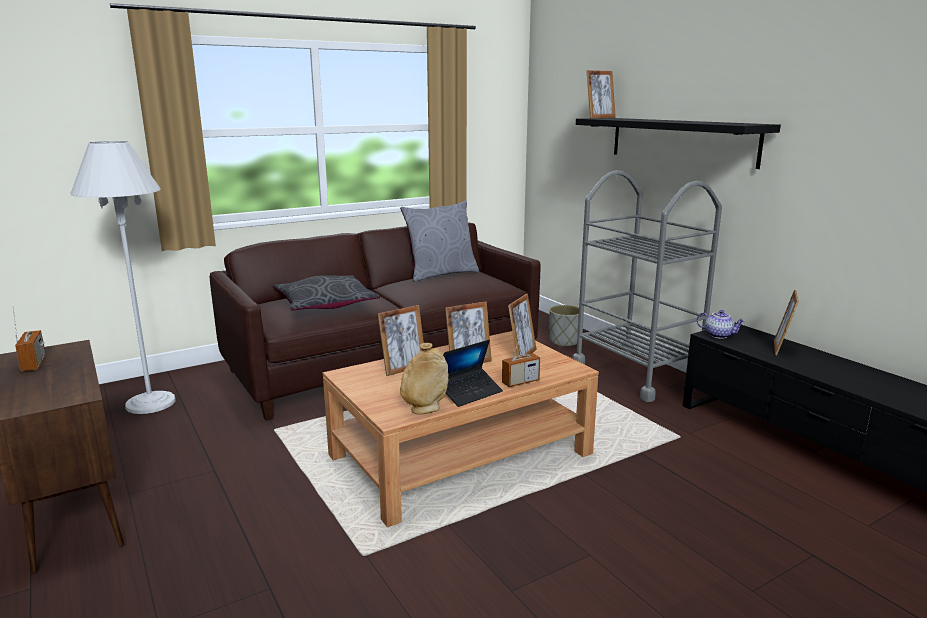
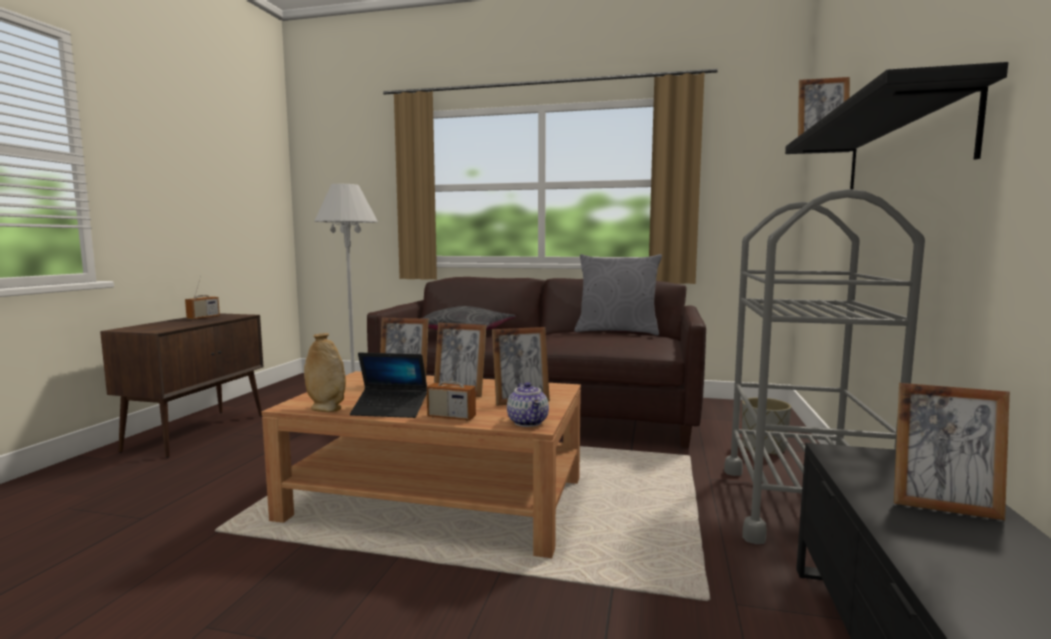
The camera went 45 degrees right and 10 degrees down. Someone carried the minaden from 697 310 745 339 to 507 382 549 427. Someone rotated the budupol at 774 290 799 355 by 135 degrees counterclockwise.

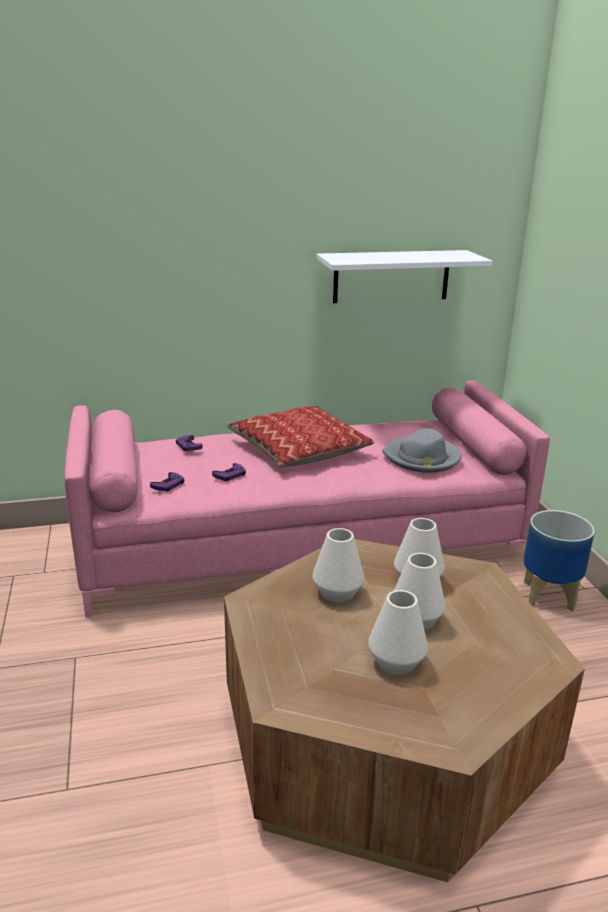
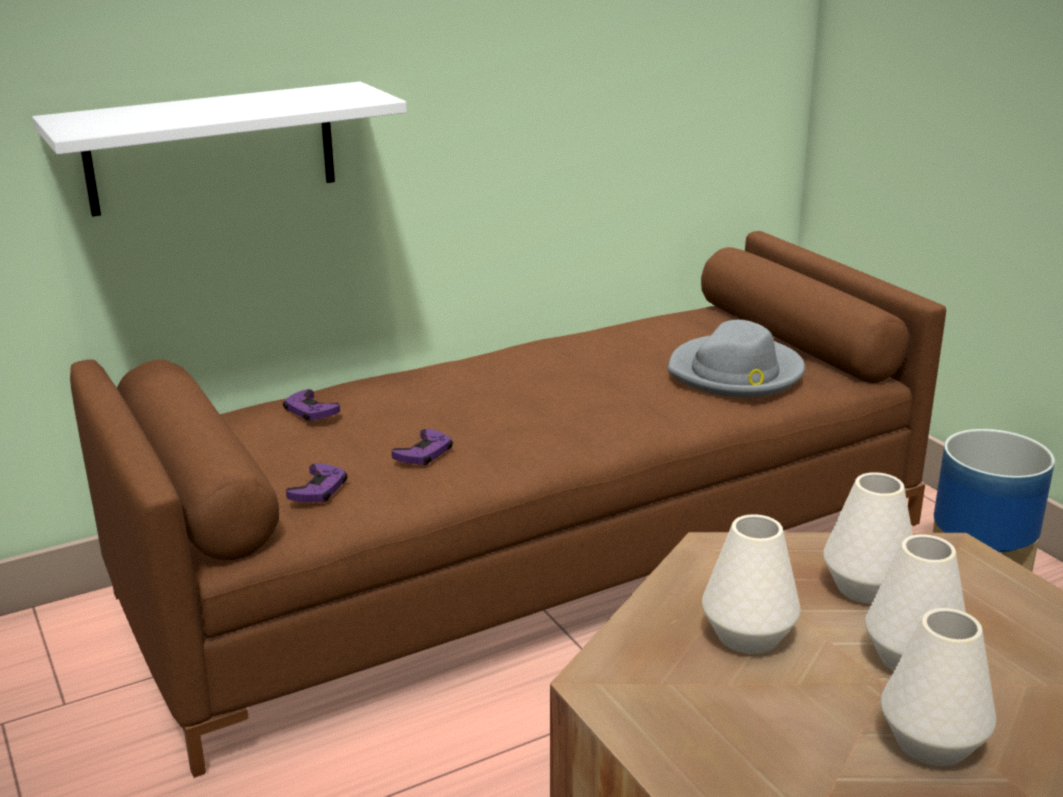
The camera went 15 degrees left and 0 degrees up. Someone took away the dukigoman at 227 406 374 467. Someone carried the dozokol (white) from 316 250 493 303 to 32 82 407 217. Someone repainted the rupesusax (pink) at 64 380 550 618, which became the rupesusax (brown) at 70 231 946 778.

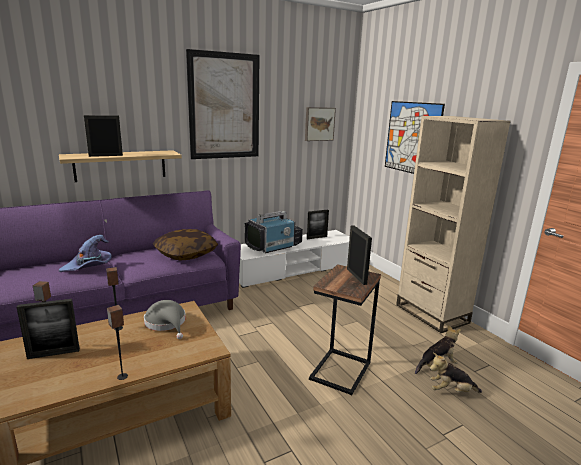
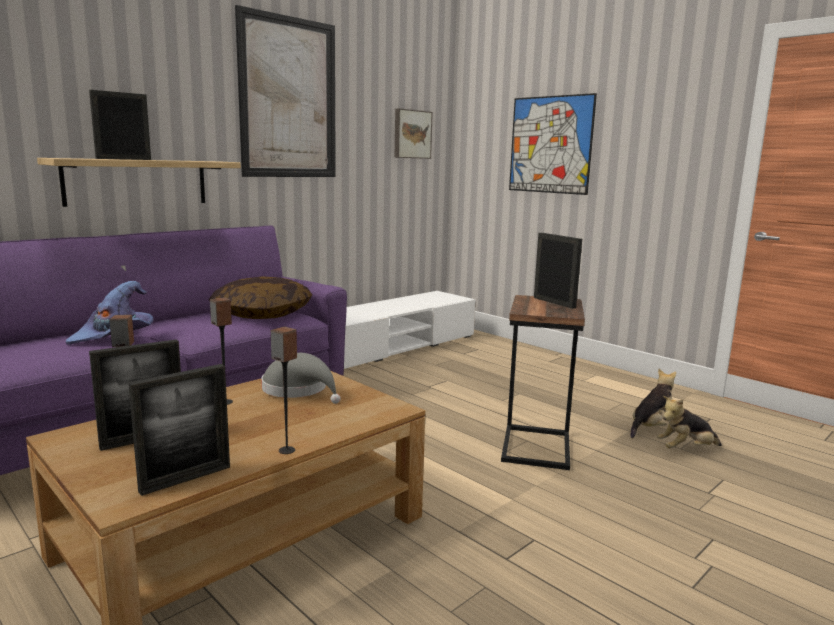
The camera went 15 degrees left and 5 degrees down. Someone took away the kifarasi at 245 211 303 253. Someone took away the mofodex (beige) at 396 116 511 333. Someone carried the budupol from 307 210 329 239 to 128 364 230 496.

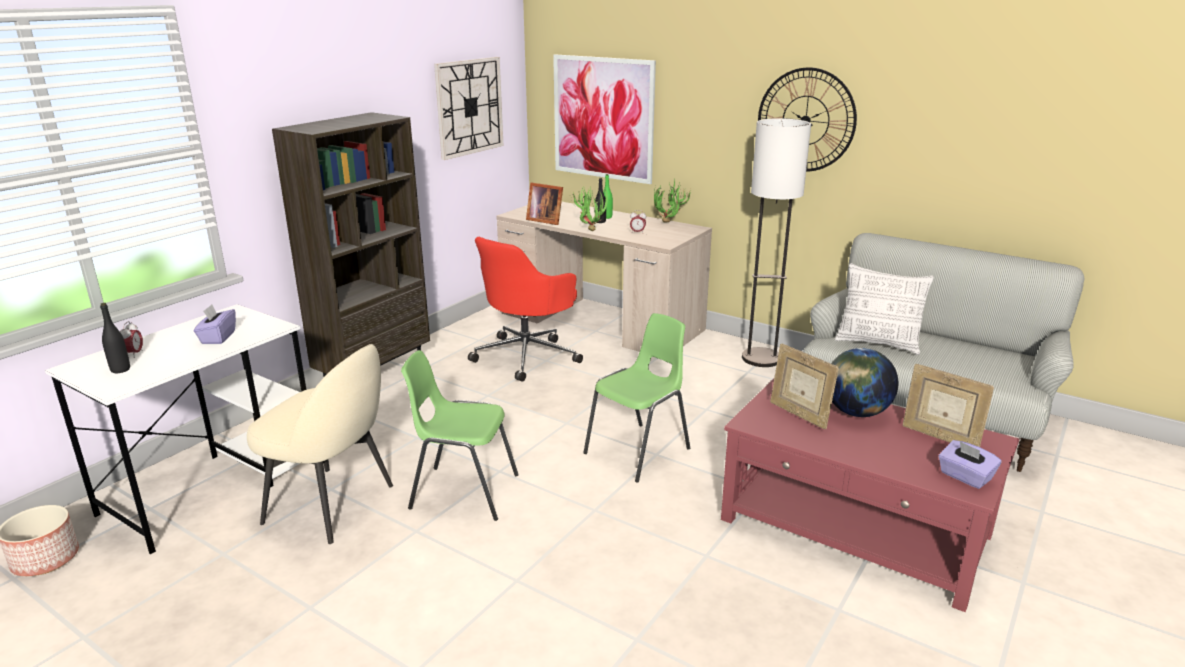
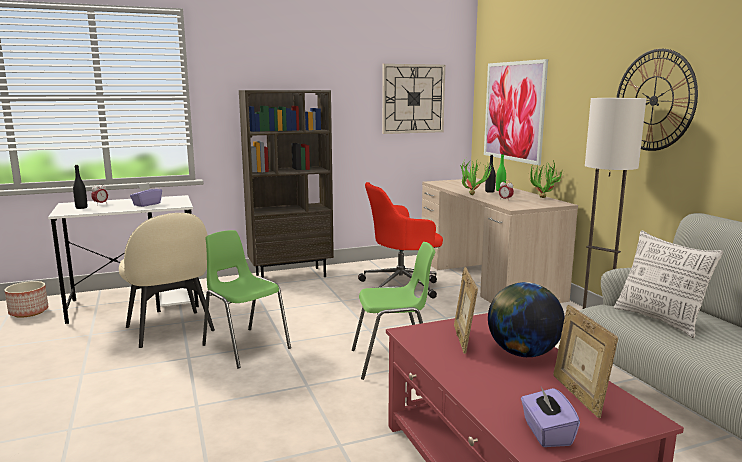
The camera went 35 degrees right and 10 degrees down. Someone took away the budupol at 526 182 563 225.

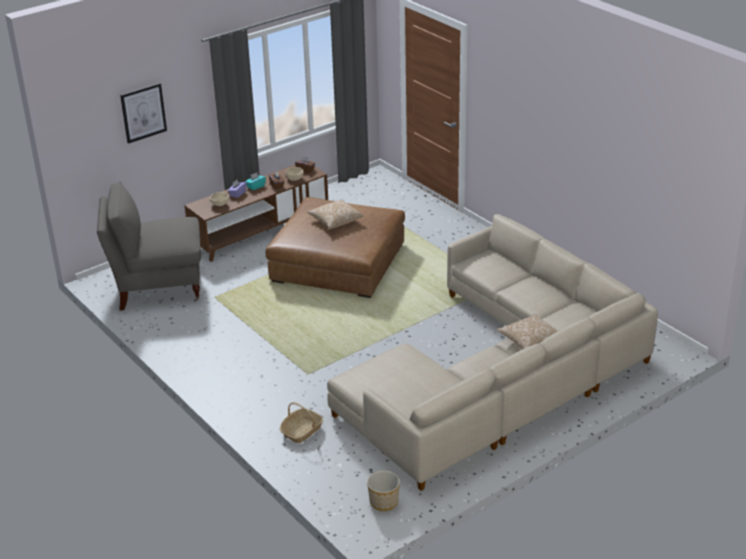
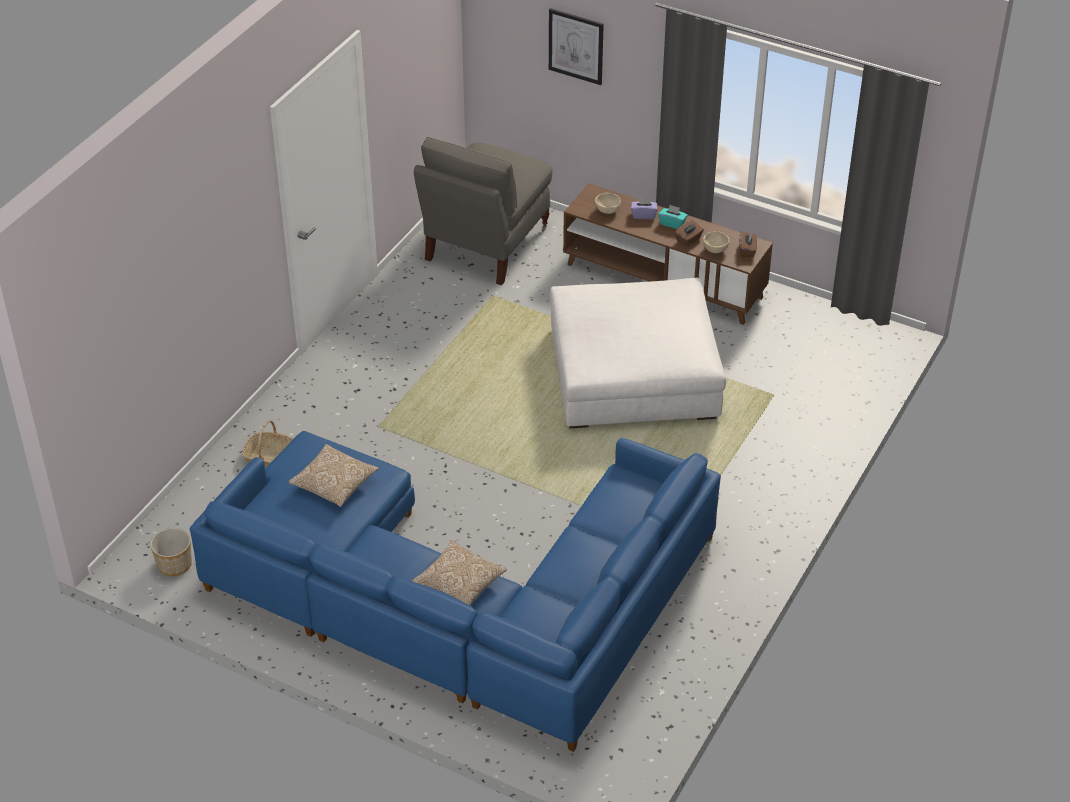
The camera went 65 degrees right and 10 degrees up. Someone carried the dukigoman from 307 200 363 229 to 288 444 379 507. Someone repainted the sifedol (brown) at 265 197 405 298, which became the sifedol (white) at 550 278 726 428. Someone repainted the rupesusax (beige) at 327 214 658 491, which became the rupesusax (blue) at 190 431 721 752. Someone rotated the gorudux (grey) at 97 181 202 311 by 120 degrees counterclockwise.

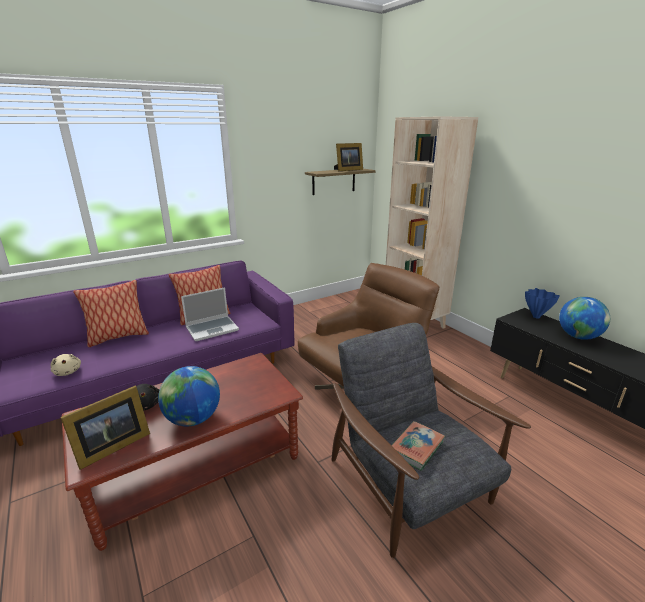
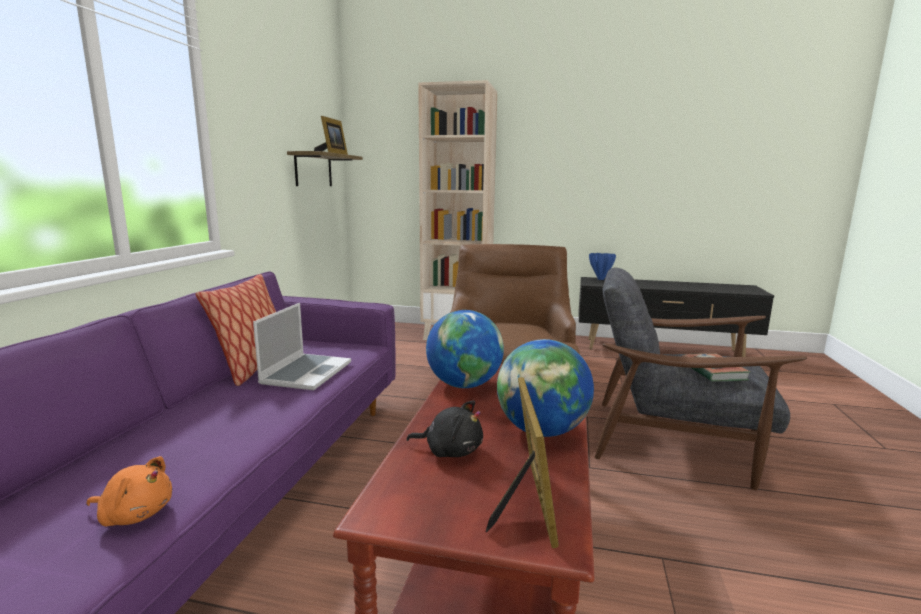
The camera went 45 degrees left and 10 degrees down. Someone took away the dukigoman at 73 280 149 347. Someone carried the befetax from 559 297 610 340 to 426 310 504 388. Someone repainted the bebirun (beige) at 50 354 81 376, which became the bebirun (orange) at 87 456 172 527.

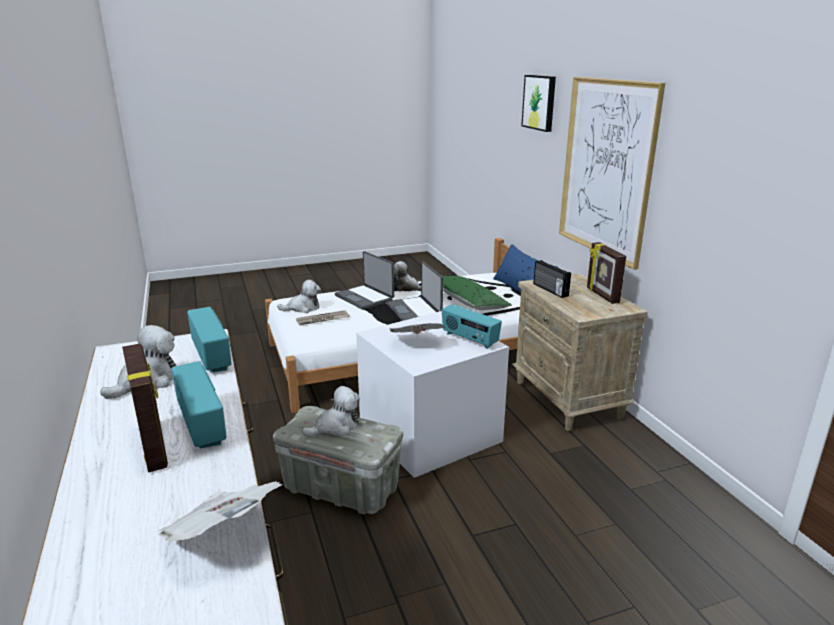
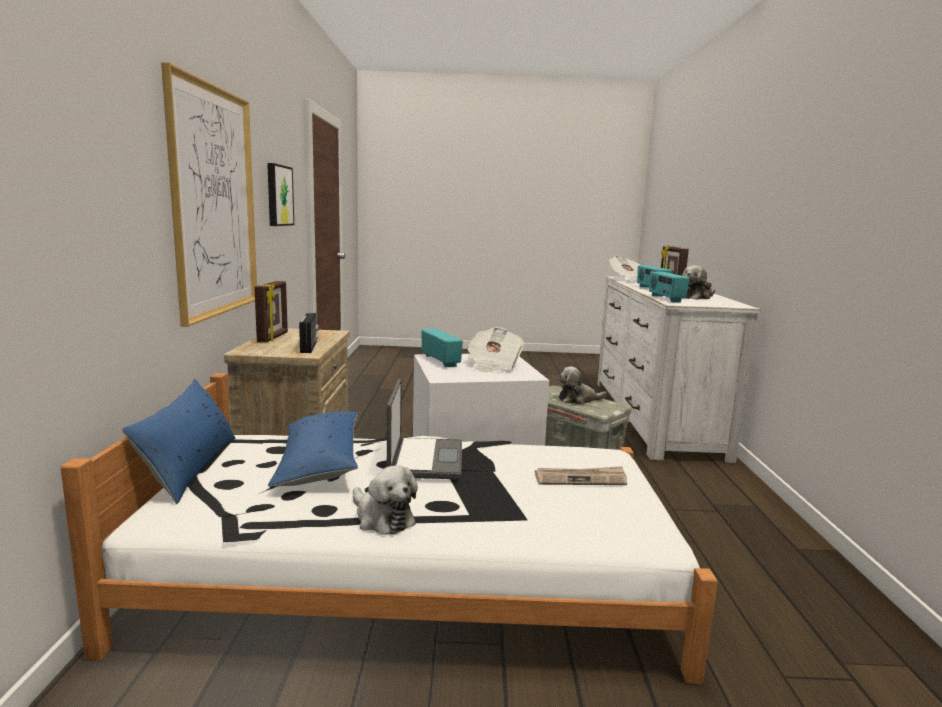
The camera went 160 degrees left and 10 degrees down. Someone took away the bebirun at 277 280 321 313. Someone took away the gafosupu at 335 251 394 310. Someone carried the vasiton from 521 75 556 132 to 267 163 294 226. Someone repainted the dukigoman (green) at 442 276 512 310, which became the dukigoman (blue) at 268 411 358 487.

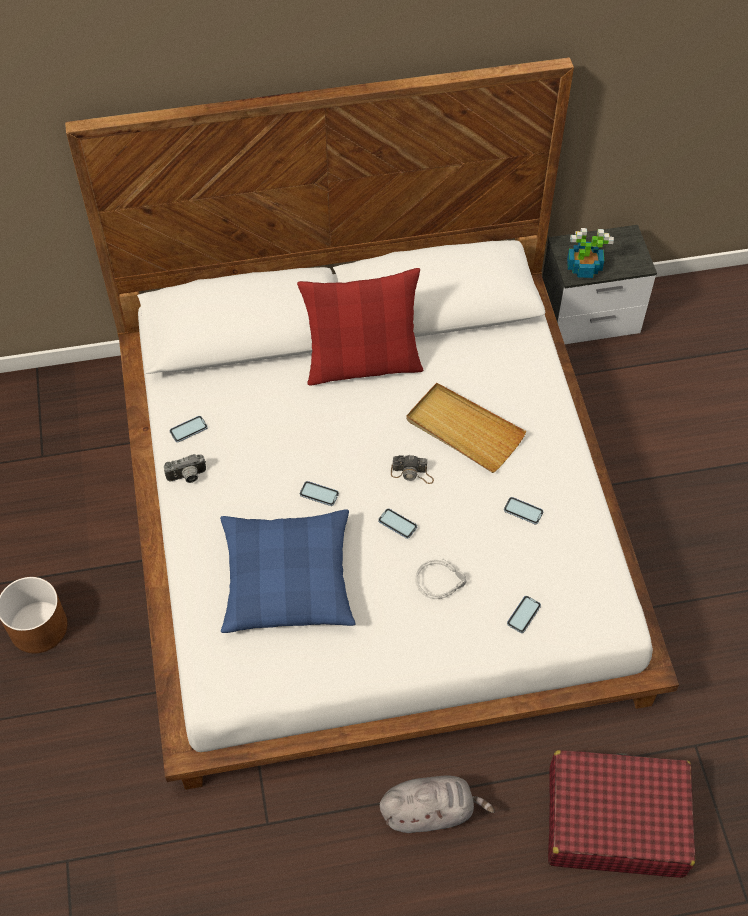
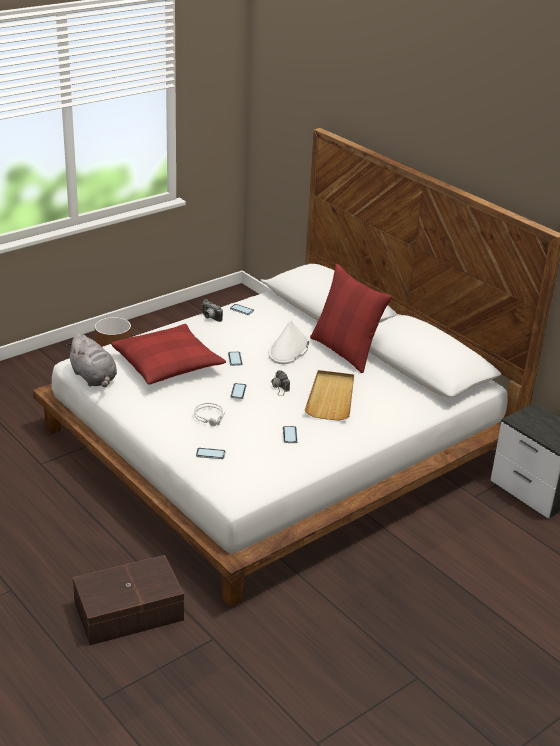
The camera went 60 degrees right and 25 degrees down. Someone took away the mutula at 567 228 614 278. Someone put down the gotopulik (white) at 269 320 309 364. Someone carried the bebirun (grey) from 380 776 495 833 to 66 333 117 387. Someone swapped the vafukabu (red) at 548 750 695 878 for the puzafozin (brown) at 73 555 184 645. Someone repainted the dukigoman (blue) at 220 509 356 633, which became the dukigoman (red) at 111 324 226 385.

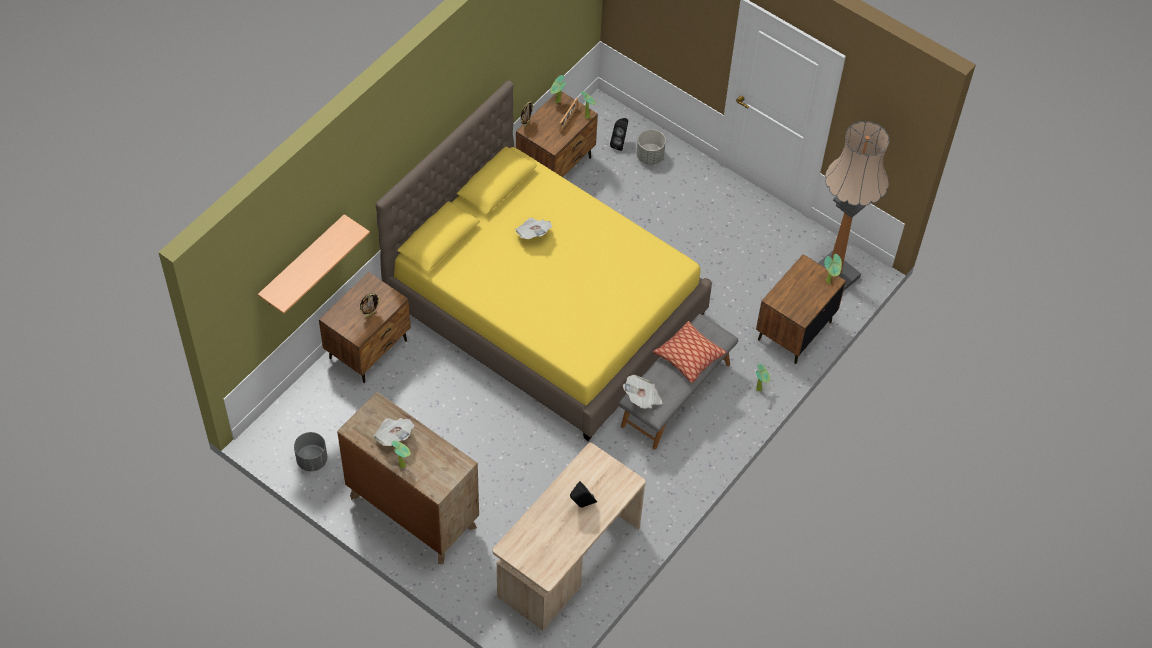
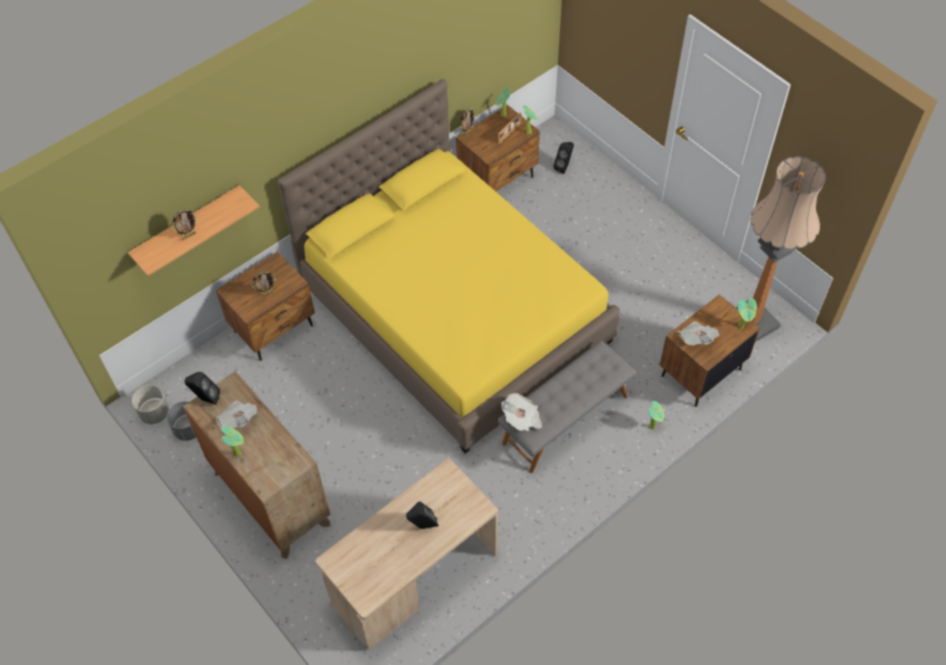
The camera went 15 degrees right and 0 degrees up. Someone took away the dukigoman at 653 321 727 383. Someone put down the budupol at 172 209 197 240. Someone put down the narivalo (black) at 185 372 220 405. Someone carried the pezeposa from 515 218 552 239 to 678 322 719 345. Someone carried the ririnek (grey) from 637 129 666 165 to 132 385 169 424.

